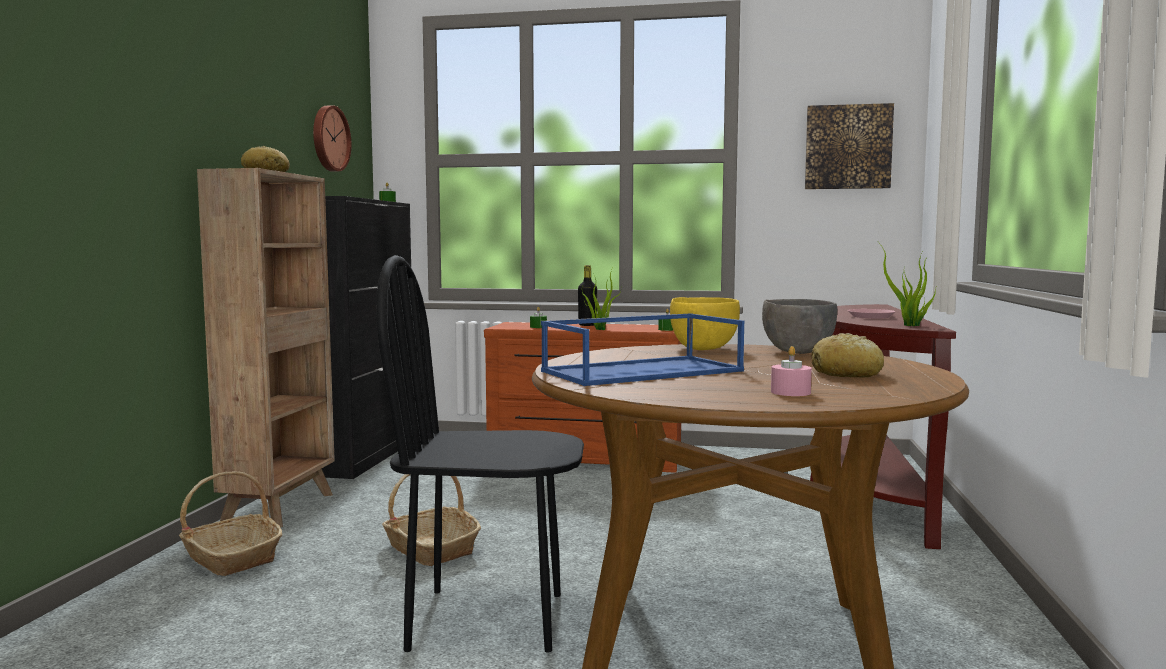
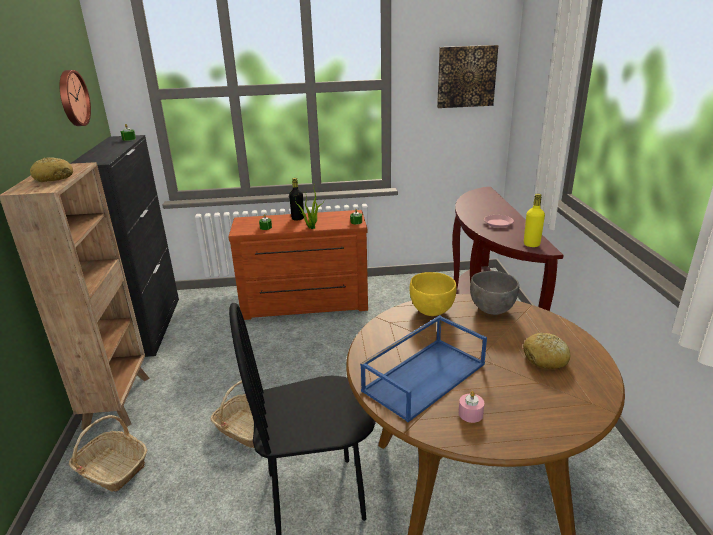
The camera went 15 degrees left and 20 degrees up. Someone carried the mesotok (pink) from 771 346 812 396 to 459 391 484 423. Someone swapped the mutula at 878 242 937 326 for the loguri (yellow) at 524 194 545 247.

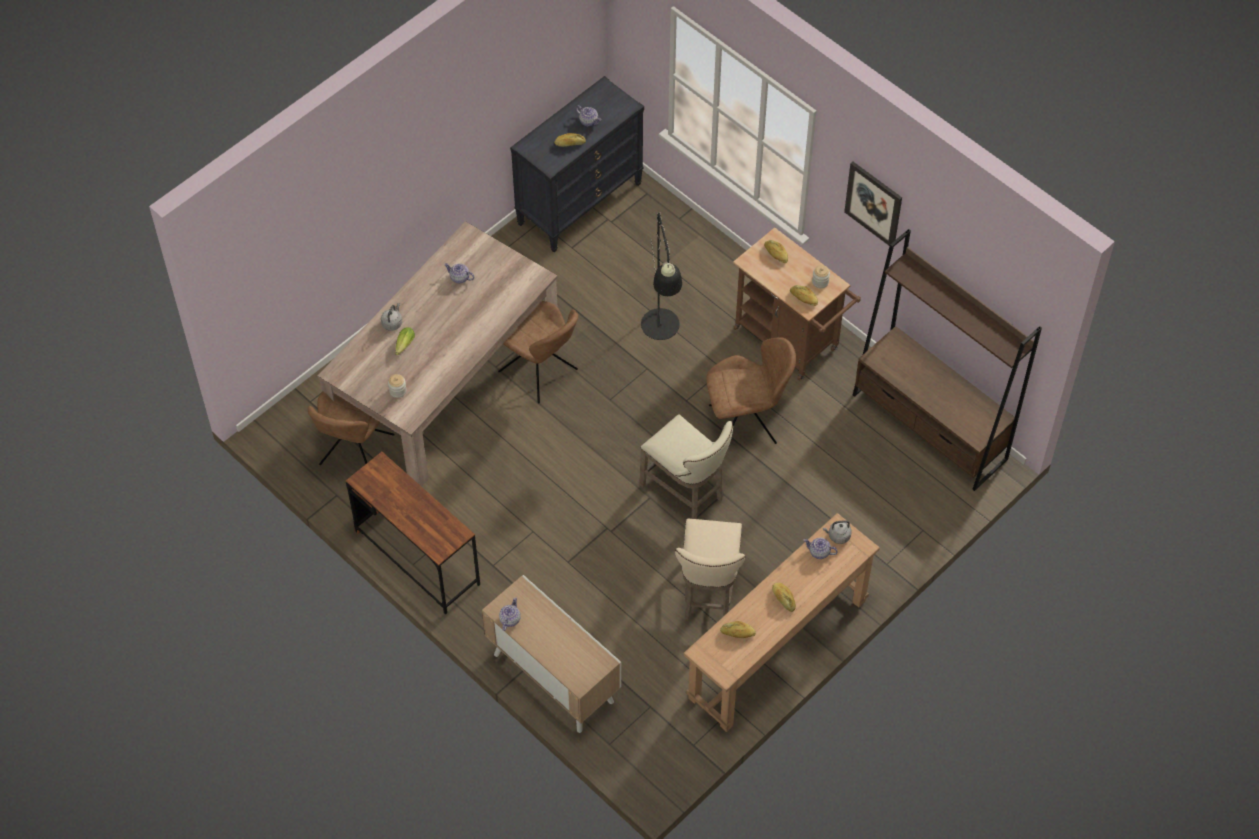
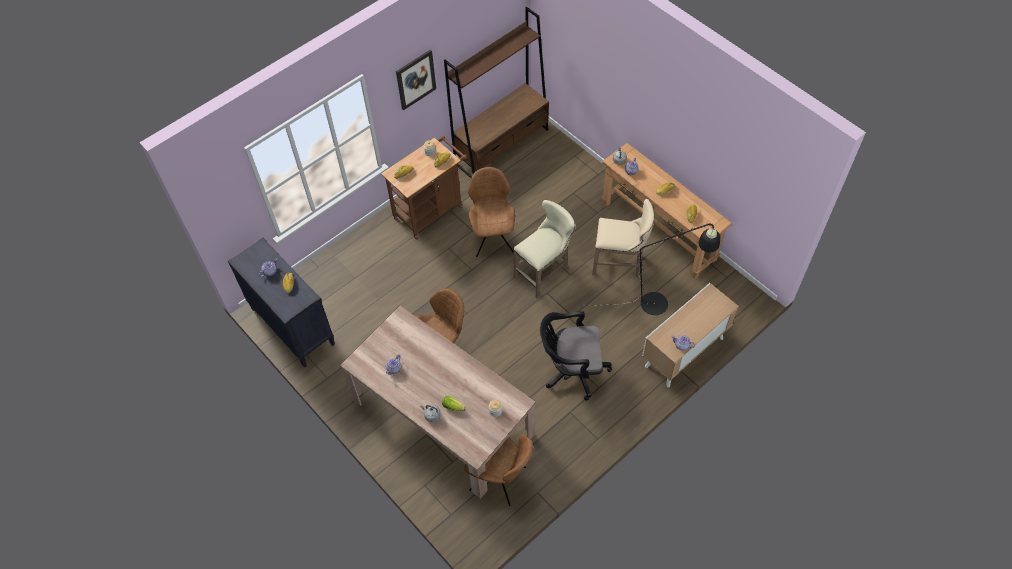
The camera went 85 degrees left and 0 degrees up. Someone took away the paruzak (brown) at 346 452 480 614. Someone put down the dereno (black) at 540 311 612 400. Someone carried the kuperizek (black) from 641 212 682 340 to 586 223 720 315.

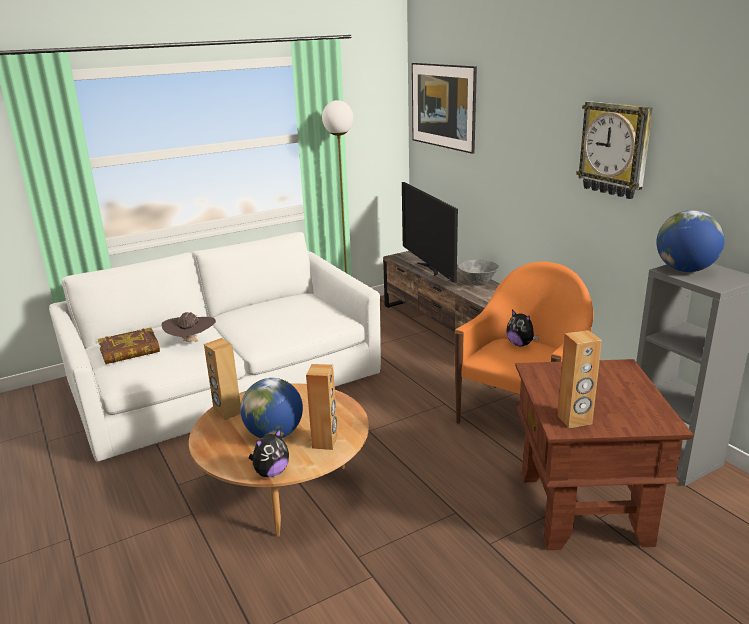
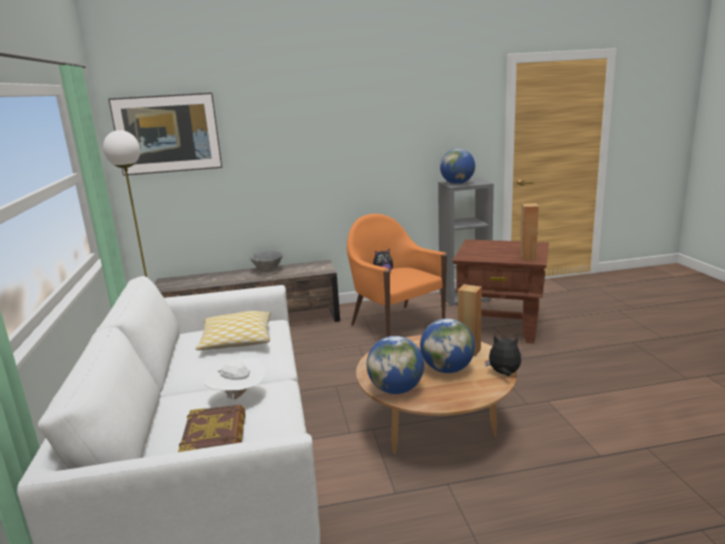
The camera went 70 degrees left and 5 degrees down. Someone took away the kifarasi at 402 182 458 283. Someone took away the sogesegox at 576 101 653 199. Someone put down the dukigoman at 196 311 271 350. Someone swapped the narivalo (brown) at 204 338 241 420 for the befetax at 367 336 424 394. Someone repainted the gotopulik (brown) at 162 312 216 342, which became the gotopulik (white) at 204 358 266 399. Someone rotated the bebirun at 249 428 289 477 by 45 degrees counterclockwise.

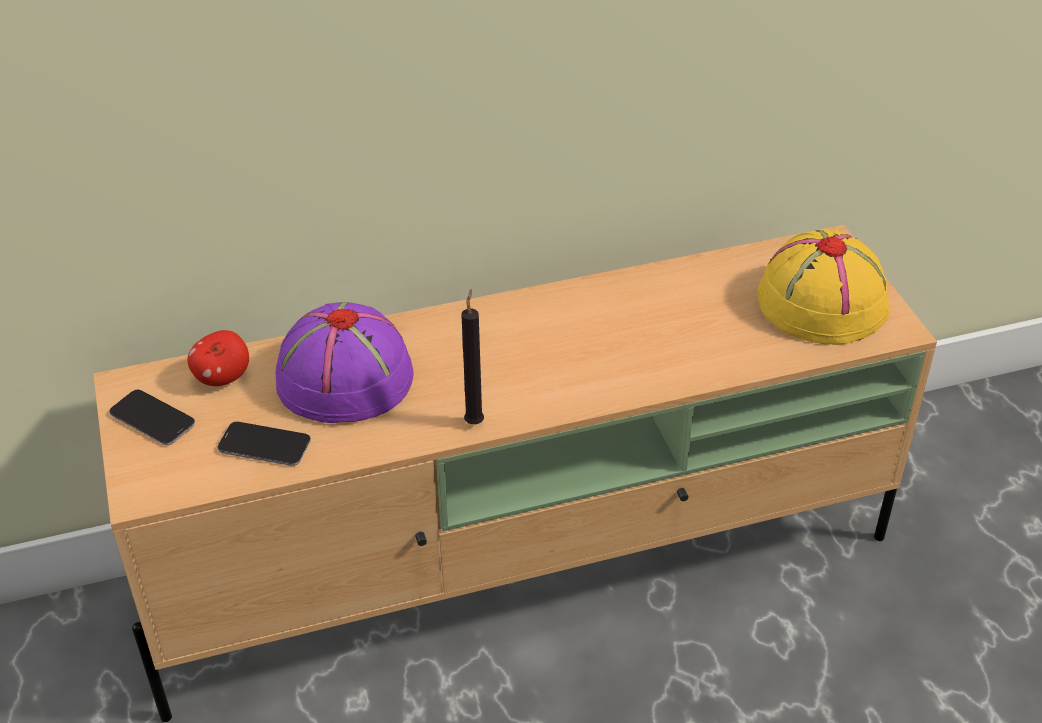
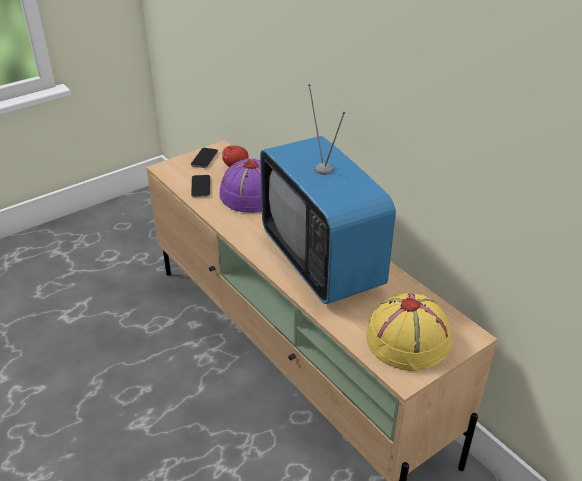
The camera went 70 degrees right and 5 degrees down. Someone took away the mesotok (black) at 461 289 484 424. Someone put down the kifarasi at 260 84 396 304.

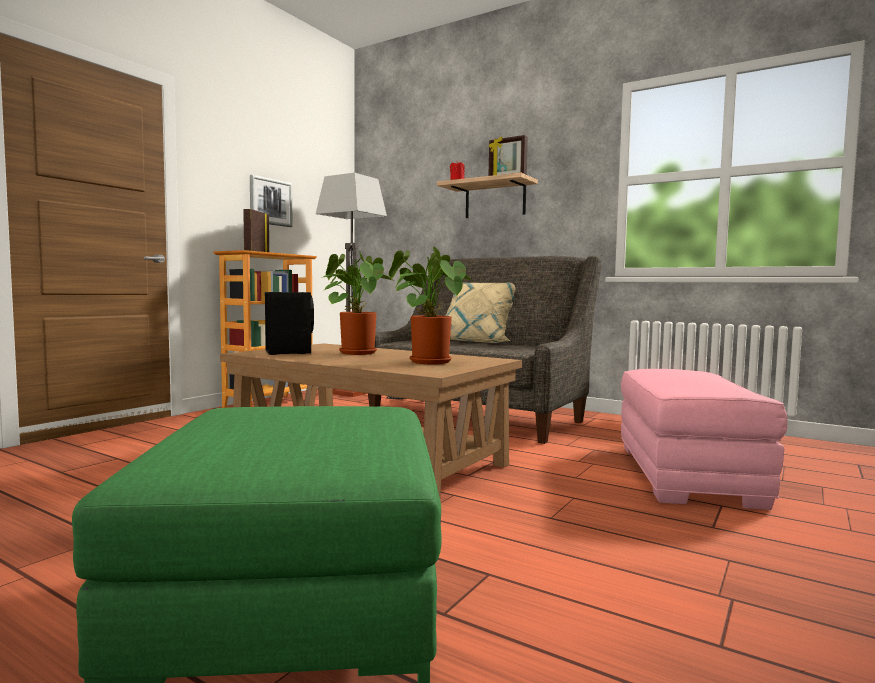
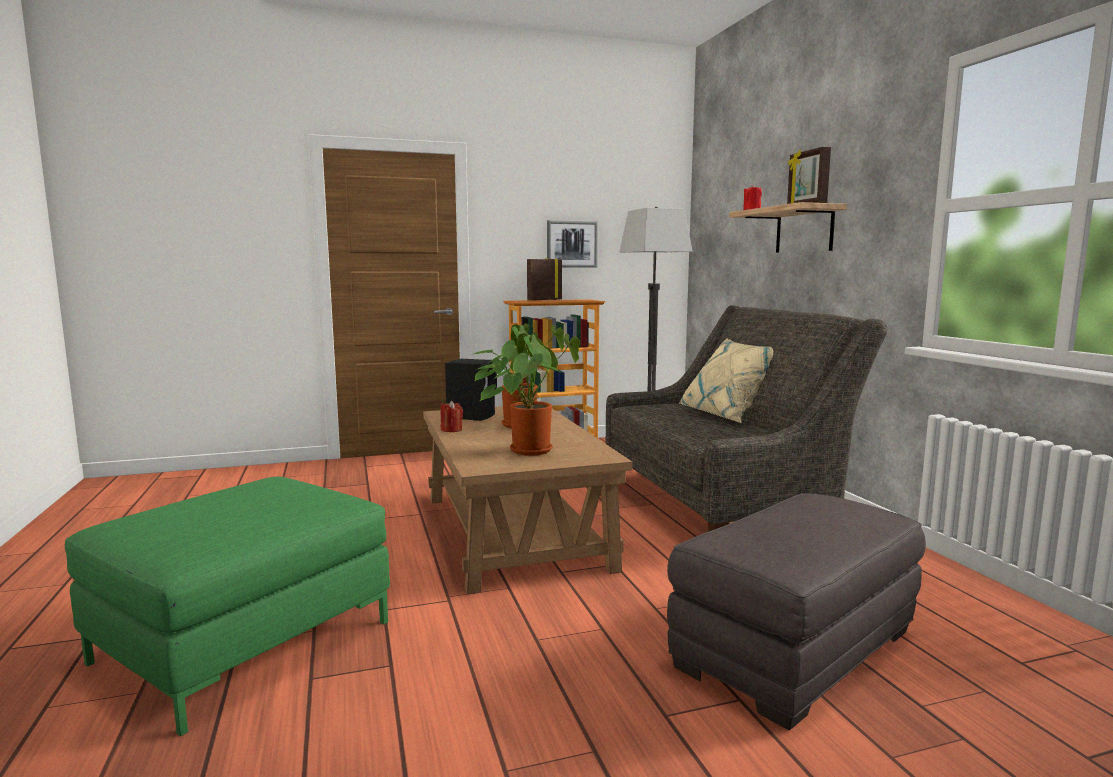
The camera went 40 degrees right and 5 degrees up. Someone put down the mesotok (red) at 440 401 463 432. Someone repainted the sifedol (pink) at 621 369 788 510, which became the sifedol (grey) at 667 493 926 730.

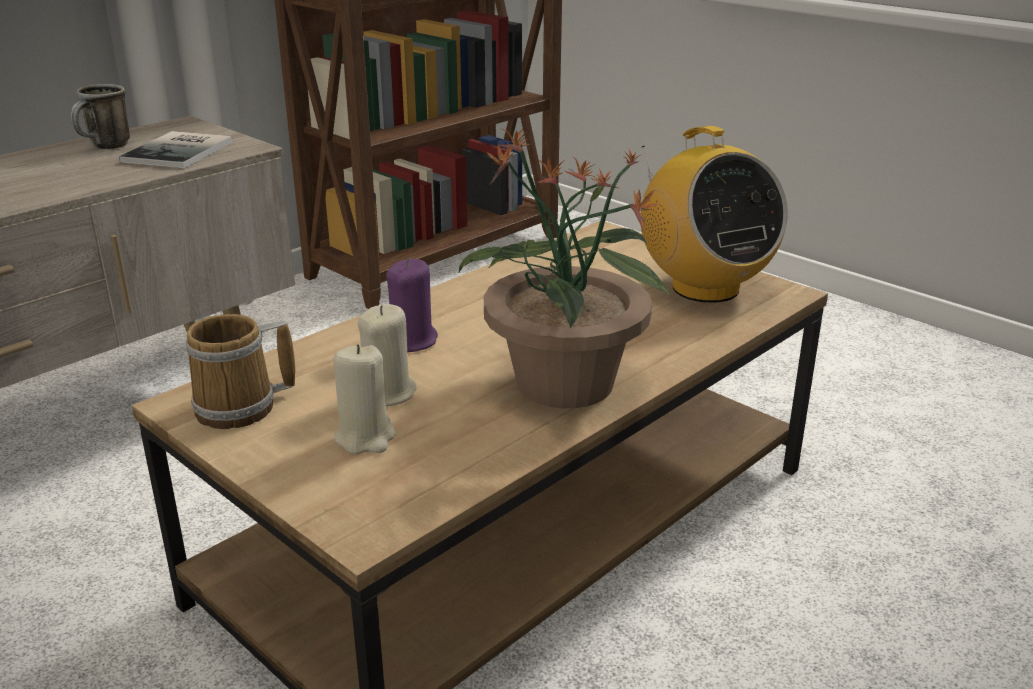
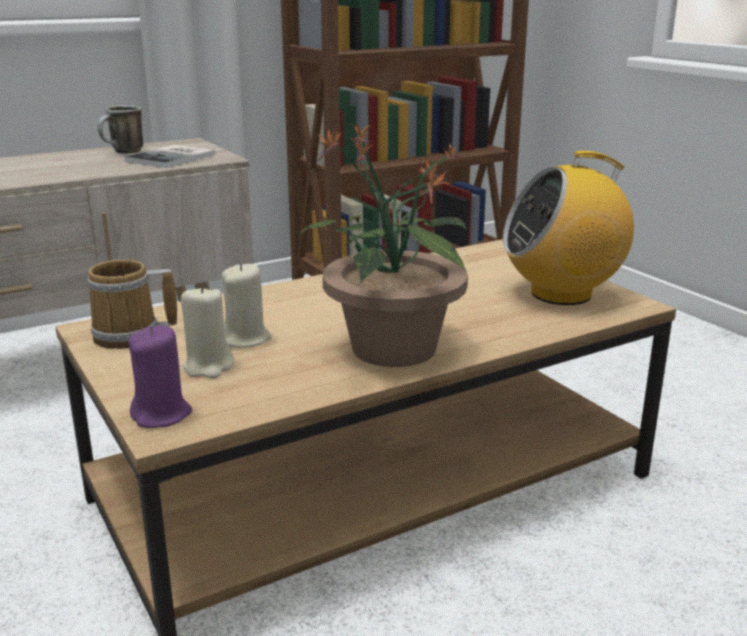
The camera went 15 degrees right and 5 degrees down. Someone carried the mesotok (purple) from 386 259 438 352 to 128 325 192 428. Someone rotated the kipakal at 641 126 788 303 by 90 degrees clockwise.

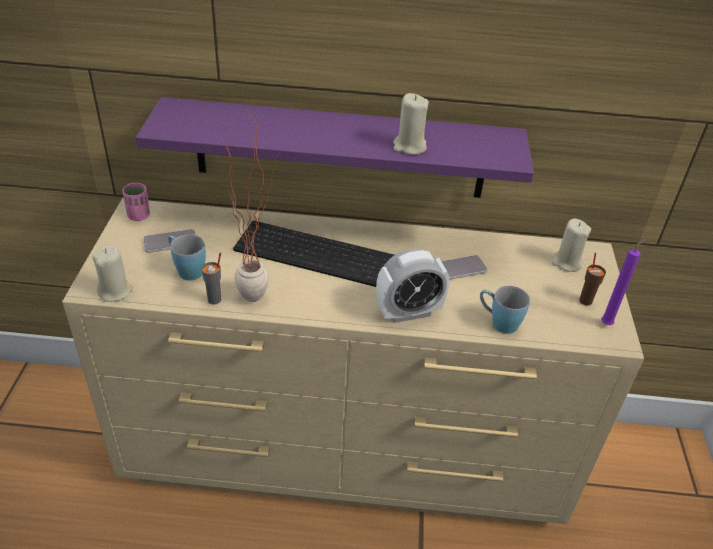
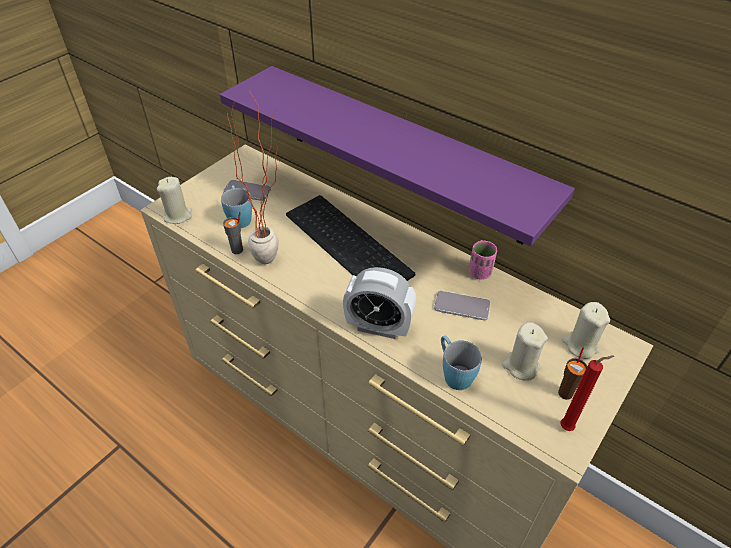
The camera went 35 degrees right and 5 degrees up. Someone carried the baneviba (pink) from 122 183 150 221 to 469 240 497 280. Someone carried the mesotok (beige) from 393 93 429 155 to 502 322 548 381. Someone repainted the mesotok (purple) at 601 239 645 325, which became the mesotok (red) at 560 356 614 431.

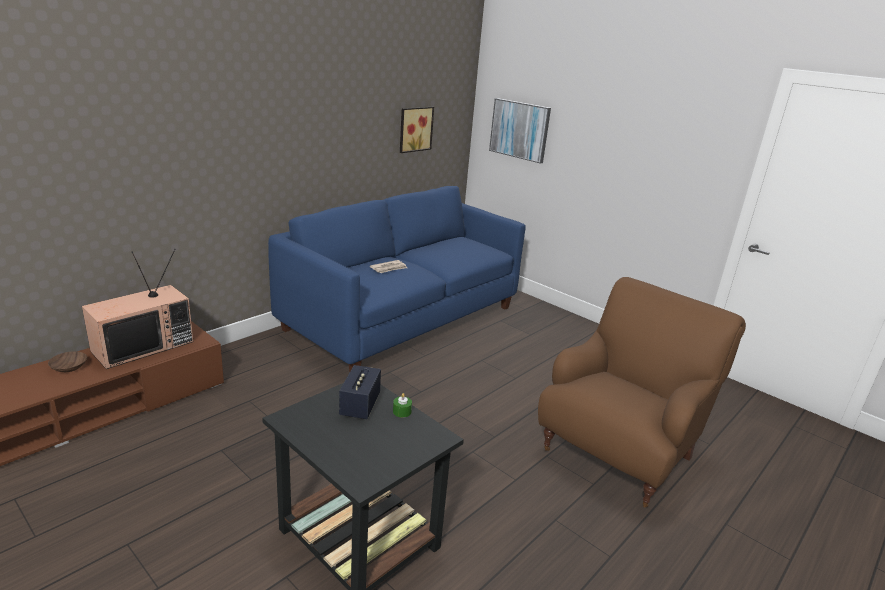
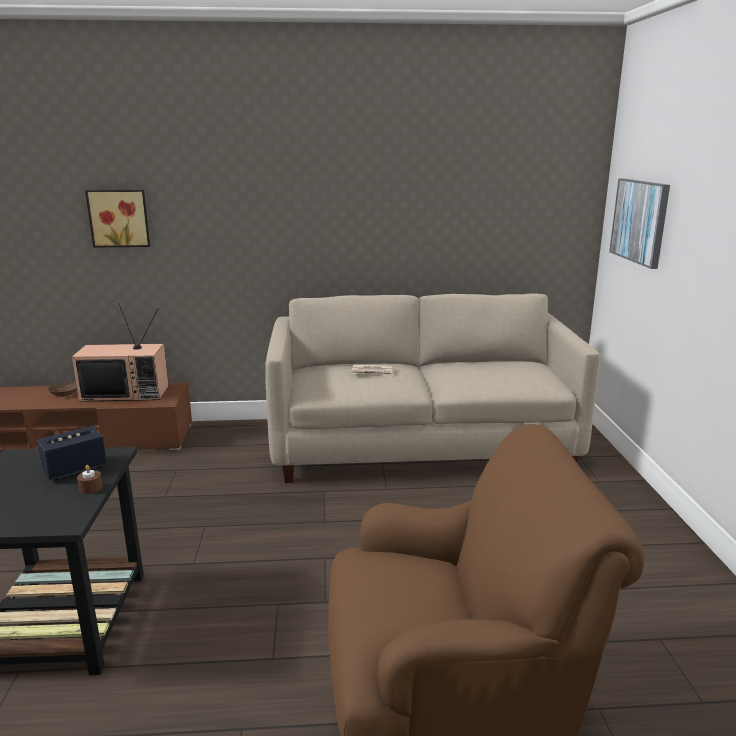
The camera went 45 degrees right and 5 degrees down. Someone carried the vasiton from 400 107 434 153 to 85 190 150 248. Someone repainted the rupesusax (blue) at 268 186 526 372, which became the rupesusax (beige) at 265 293 600 483. Someone repainted the mesotok (green) at 393 393 412 418, which became the mesotok (brown) at 77 465 103 494.

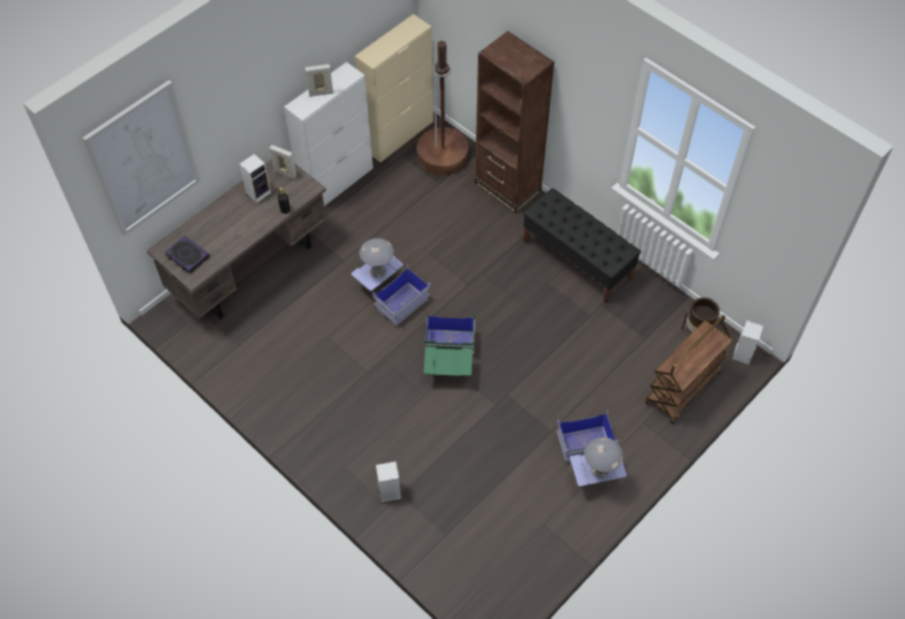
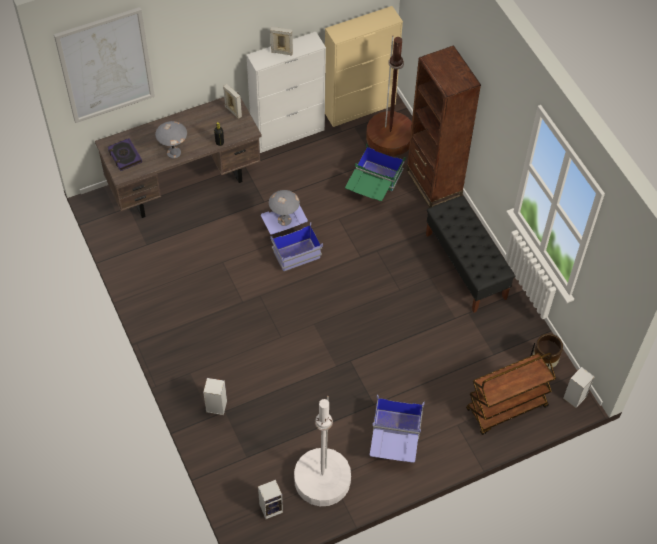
The camera went 20 degrees right and 0 degrees up. Someone put down the kuperizek (white) at 294 396 351 506. Someone carried the narivalo from 239 154 271 203 to 258 480 283 519. Someone carried the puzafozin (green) from 424 312 476 376 to 345 143 406 201. Someone carried the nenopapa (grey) from 584 437 623 478 to 155 121 187 158.

